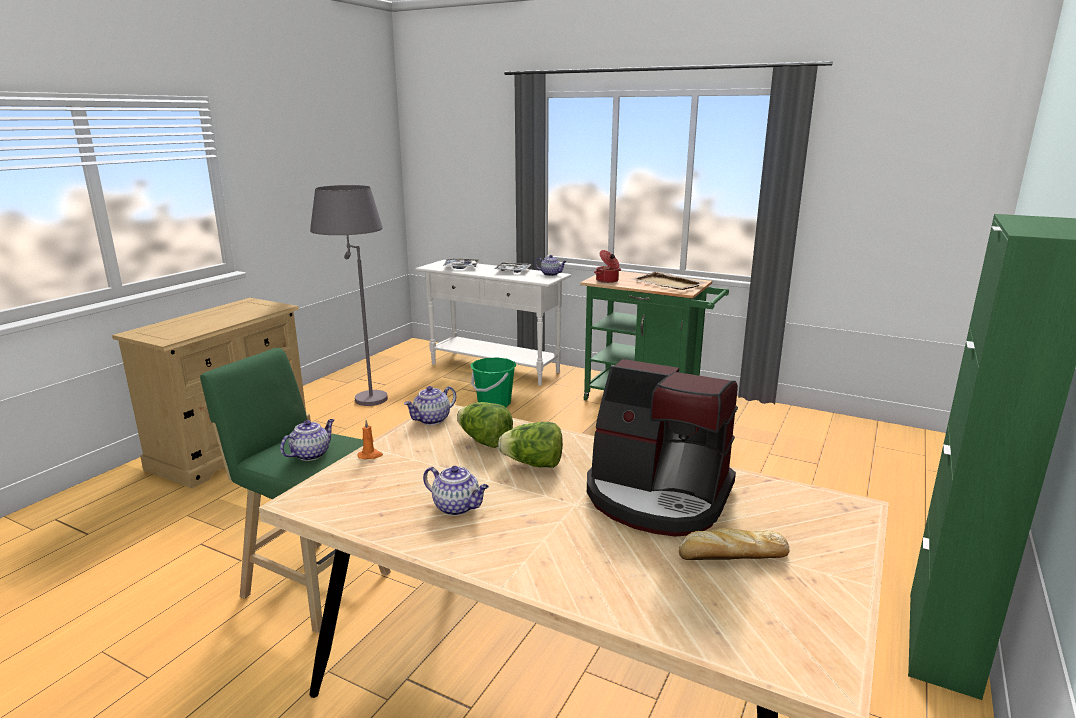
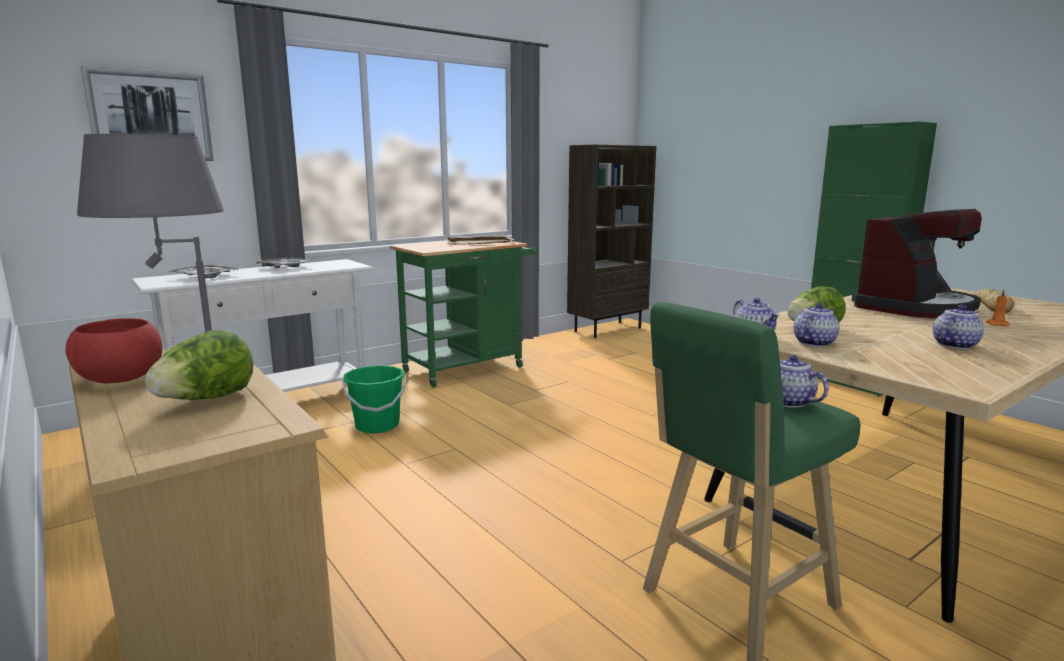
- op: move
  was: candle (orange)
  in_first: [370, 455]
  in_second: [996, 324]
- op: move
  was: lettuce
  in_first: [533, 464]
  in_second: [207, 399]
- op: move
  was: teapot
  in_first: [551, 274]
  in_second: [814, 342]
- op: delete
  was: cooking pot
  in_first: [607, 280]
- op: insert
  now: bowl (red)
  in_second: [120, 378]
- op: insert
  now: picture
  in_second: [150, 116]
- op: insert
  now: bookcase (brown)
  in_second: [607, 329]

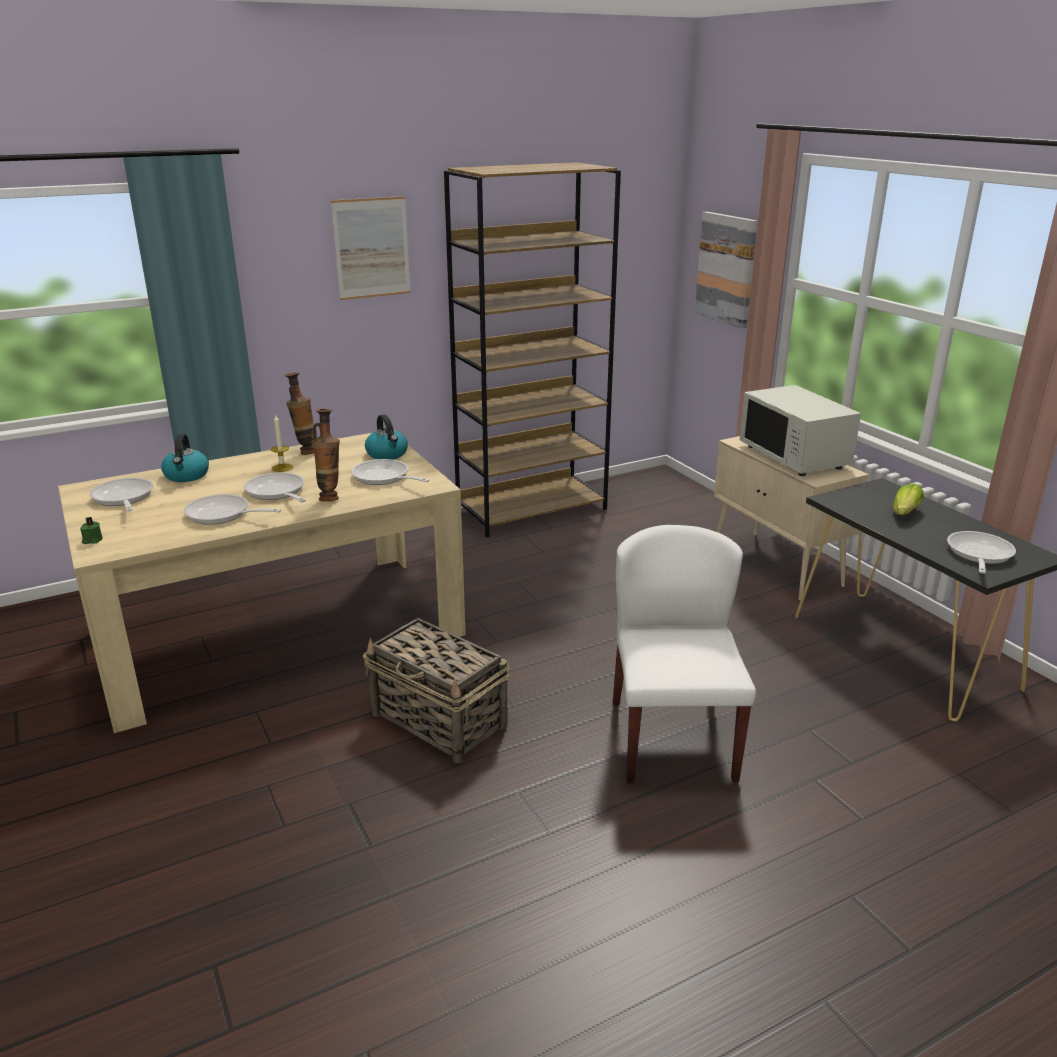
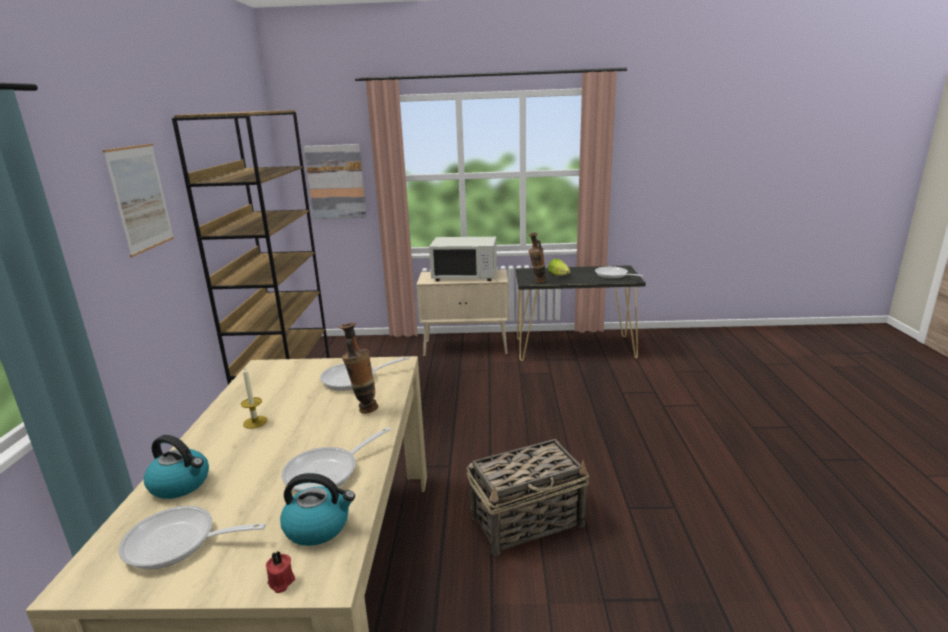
- op: recolor
  was: candle (green)
  now: candle (red)
  in_first: [92, 540]
  in_second: [280, 582]
- op: delete
  was: frying pan
  in_first: [277, 492]
- op: move
  was: vase
  in_first: [305, 452]
  in_second: [537, 282]
- op: move
  was: kettle
  in_first: [387, 454]
  in_second: [318, 527]
- op: delete
  was: chair (white)
  in_first: [672, 738]

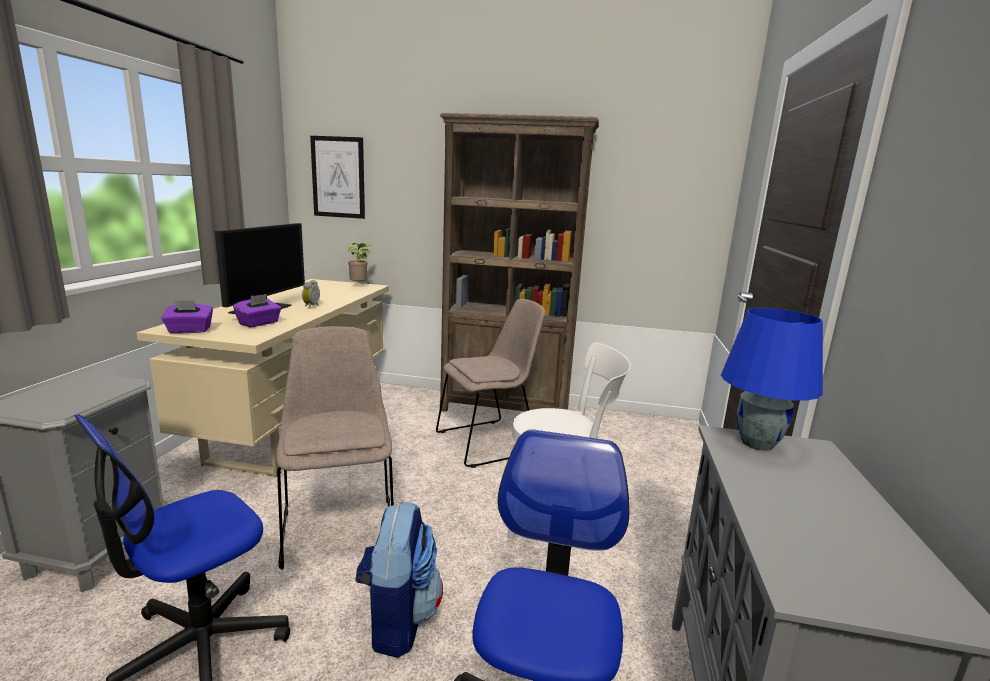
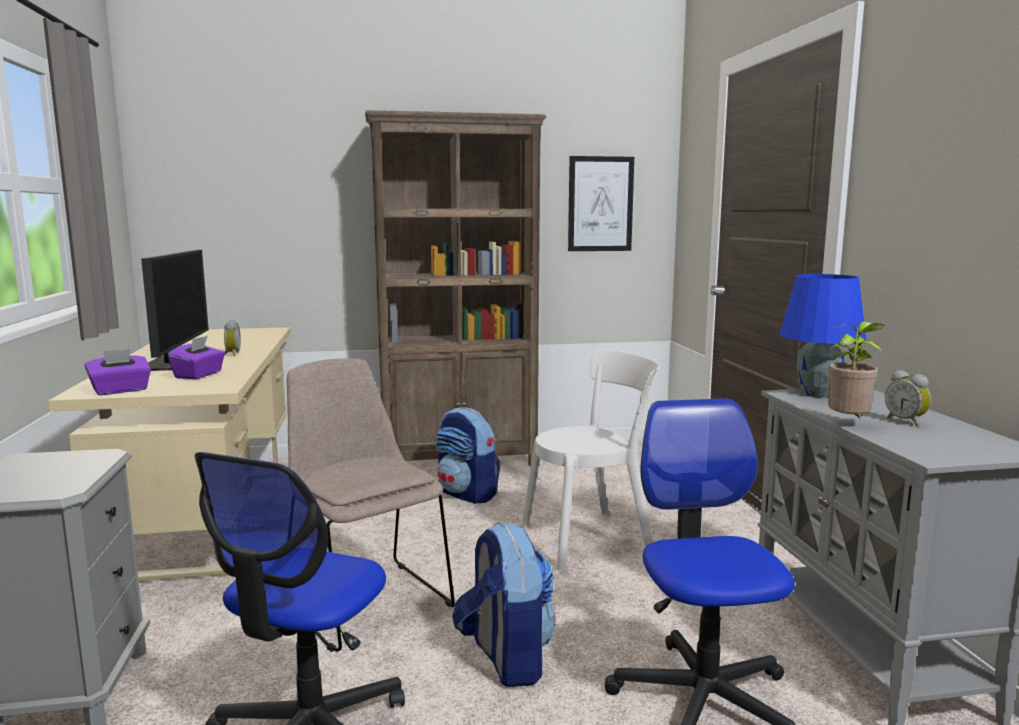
- op: move
  was: picture
  in_first: [338, 177]
  in_second: [600, 204]
- op: move
  was: potted plant
  in_first: [359, 286]
  in_second: [849, 424]
- op: replace
  was: chair (beige)
  now: backpack
  in_first: [488, 442]
  in_second: [467, 494]
- op: insert
  now: alarm clock
  in_second: [906, 422]

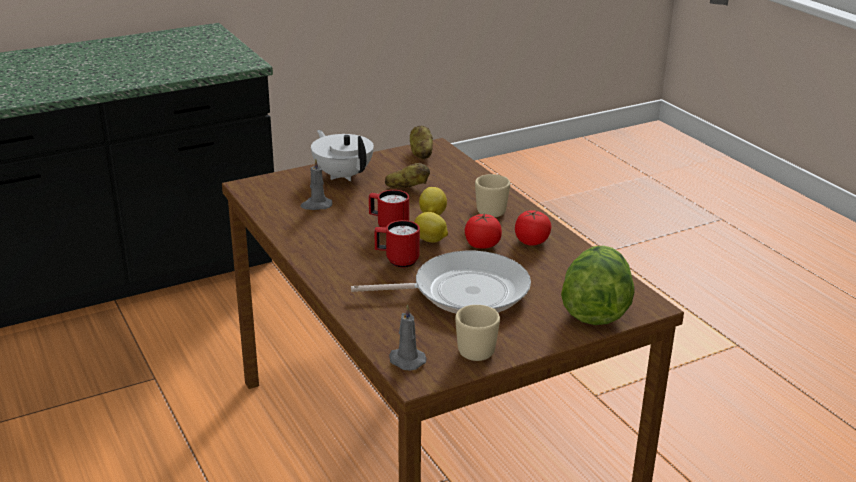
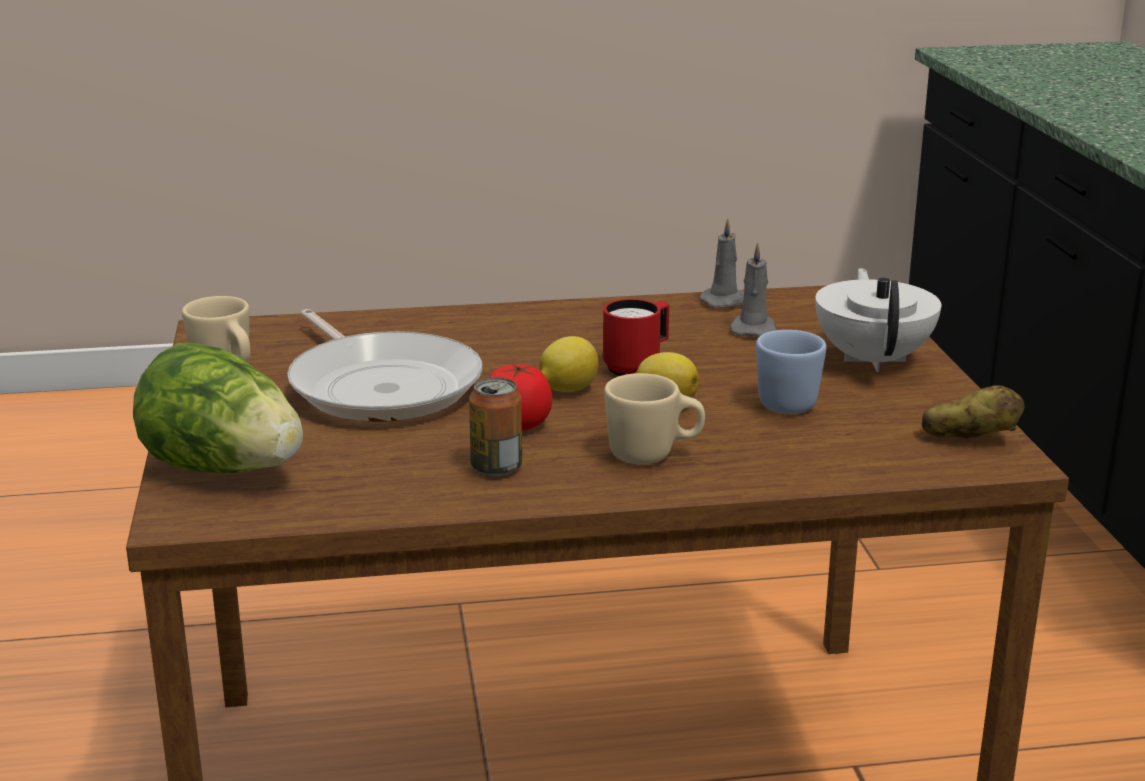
- op: rotate
  was: teapot (white)
  in_first: [343, 175]
  in_second: [873, 359]
  clockwise: -75
- op: rotate
  was: frying pan
  in_first: [463, 292]
  in_second: [381, 386]
  clockwise: -45
- op: delete
  was: mug (red)
  in_first: [397, 261]
- op: replace
  was: potato
  now: mug (blue)
  in_first: [407, 187]
  in_second: [793, 402]
- op: move
  was: candle (grey)
  in_first: [406, 360]
  in_second: [726, 301]
- op: replace
  was: tomato
  now: can
  in_first: [531, 241]
  in_second: [496, 468]

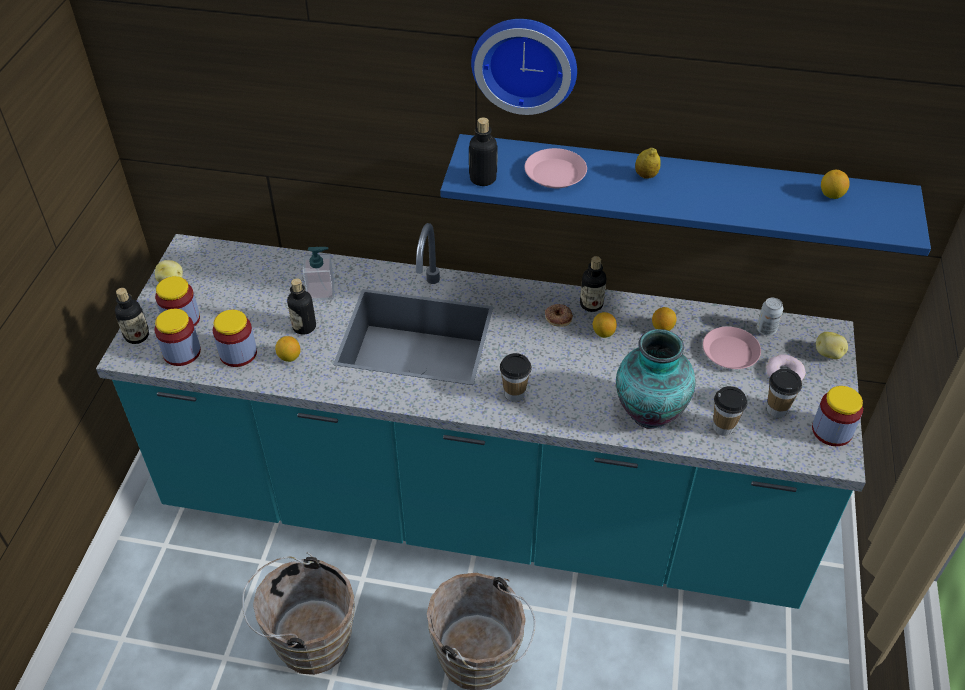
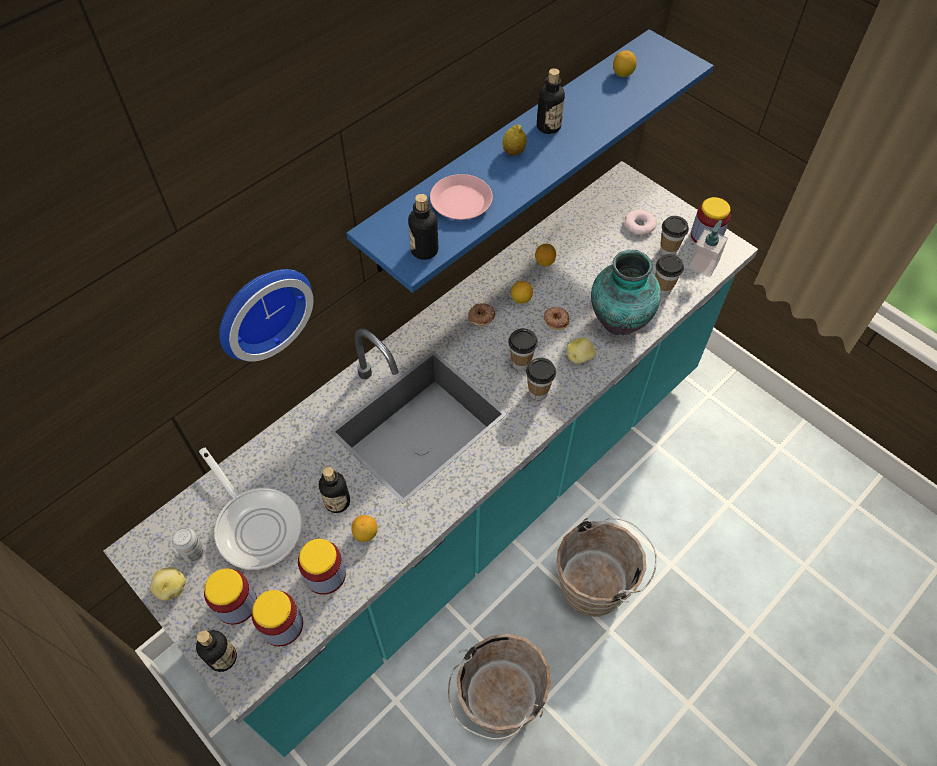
- op: move
  was: soap dispenser
  in_first: [321, 291]
  in_second: [703, 265]
- op: move
  was: wall clock
  in_first: [525, 62]
  in_second: [260, 309]
- op: move
  was: bottle
  in_first: [591, 304]
  in_second: [548, 126]
- op: delete
  was: plate (pink)
  in_first: [730, 352]
- op: move
  was: can
  in_first: [766, 329]
  in_second: [194, 552]
- op: move
  was: potato
  in_first: [828, 354]
  in_second: [580, 357]
- op: insert
  now: frying pan
  in_second: [256, 525]
- op: insert
  now: cup
  in_second: [521, 363]
- op: insert
  now: donut
  in_second: [556, 319]

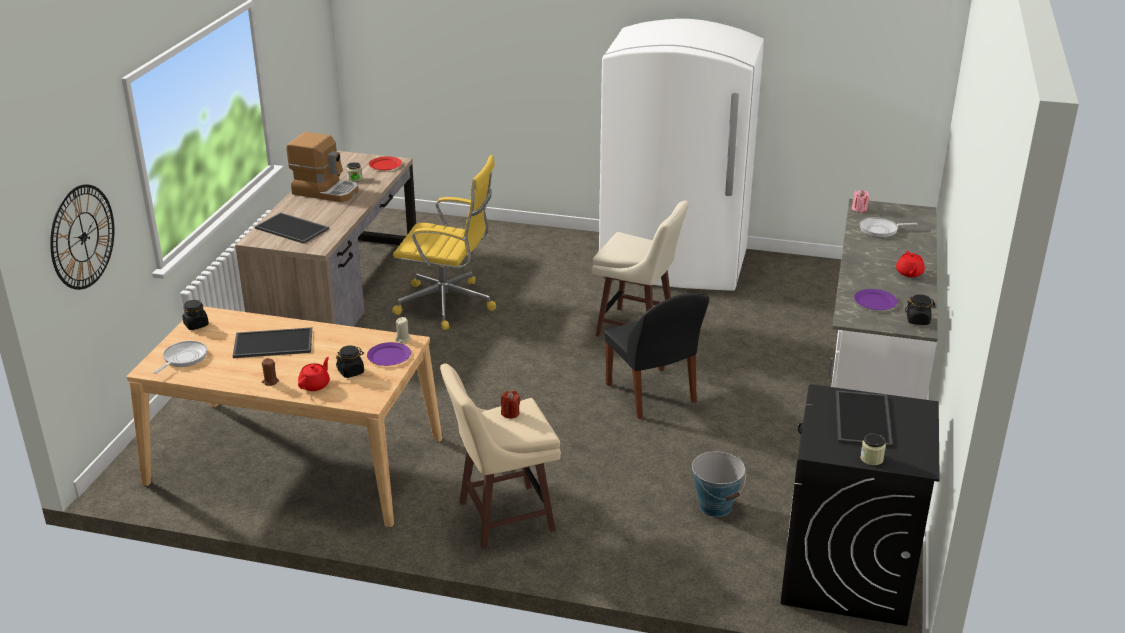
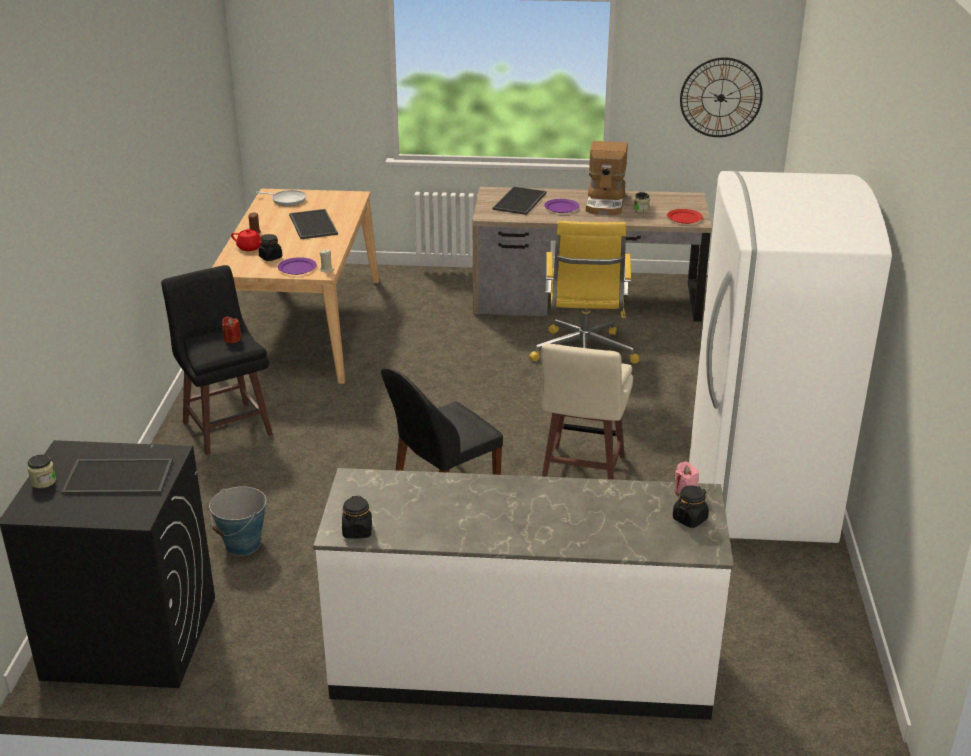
- op: move
  was: wall clock
  in_first: [83, 237]
  in_second: [721, 97]
- op: move
  was: jar (black)
  in_first: [196, 325]
  in_second: [690, 519]
- op: recolor
  was: stool (beige)
  now: stool (black)
  in_first: [503, 516]
  in_second: [227, 427]
- op: move
  was: plate (purple)
  in_first: [875, 301]
  in_second: [561, 207]
- op: delete
  was: frying pan
  in_first: [881, 230]
- op: delete
  was: teapot (red)
  in_first: [909, 273]

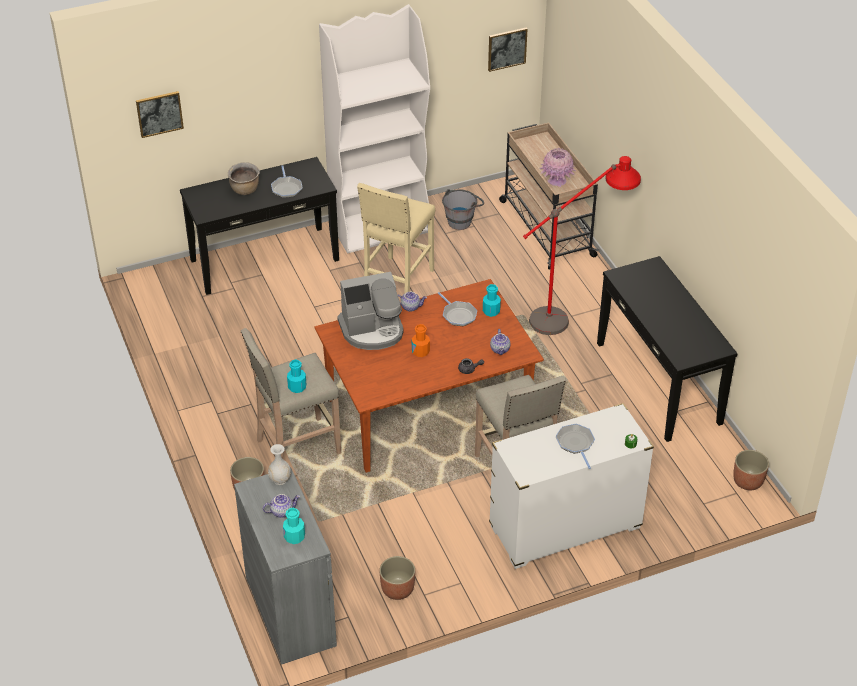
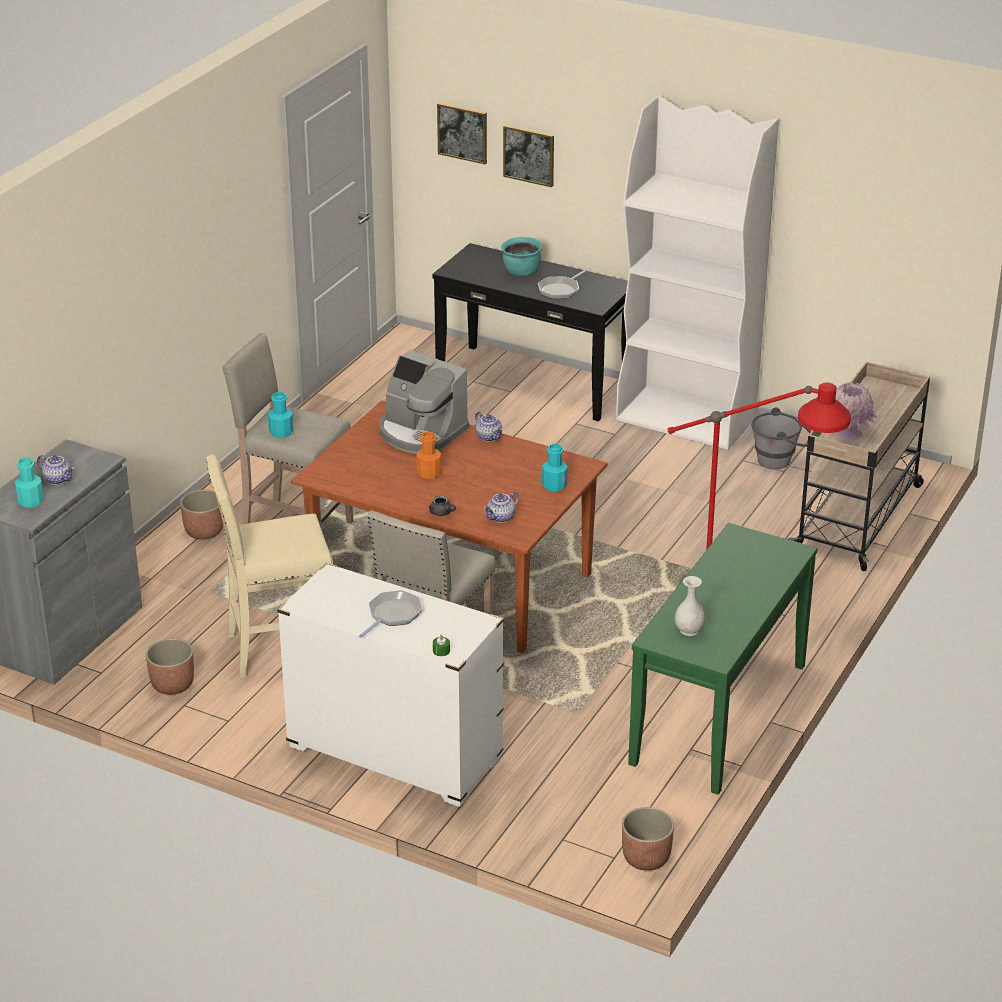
- op: recolor
  was: cooking pot (brown)
  now: cooking pot (turquoise)
  in_first: [245, 190]
  in_second: [521, 272]
- op: move
  was: vase (white)
  in_first: [280, 479]
  in_second: [689, 630]
- op: move
  was: stool (beige)
  in_first: [397, 282]
  in_second: [278, 648]
- op: delete
  was: frying pan
  in_first: [458, 315]
- op: move
  was: picture
  in_first: [507, 48]
  in_second: [529, 155]
- op: recolor
  was: console table (black)
  now: console table (green)
  in_first: [659, 382]
  in_second: [720, 714]

